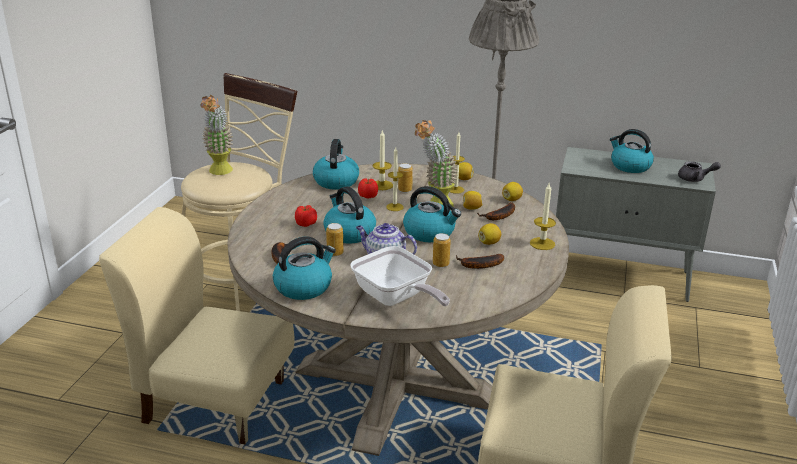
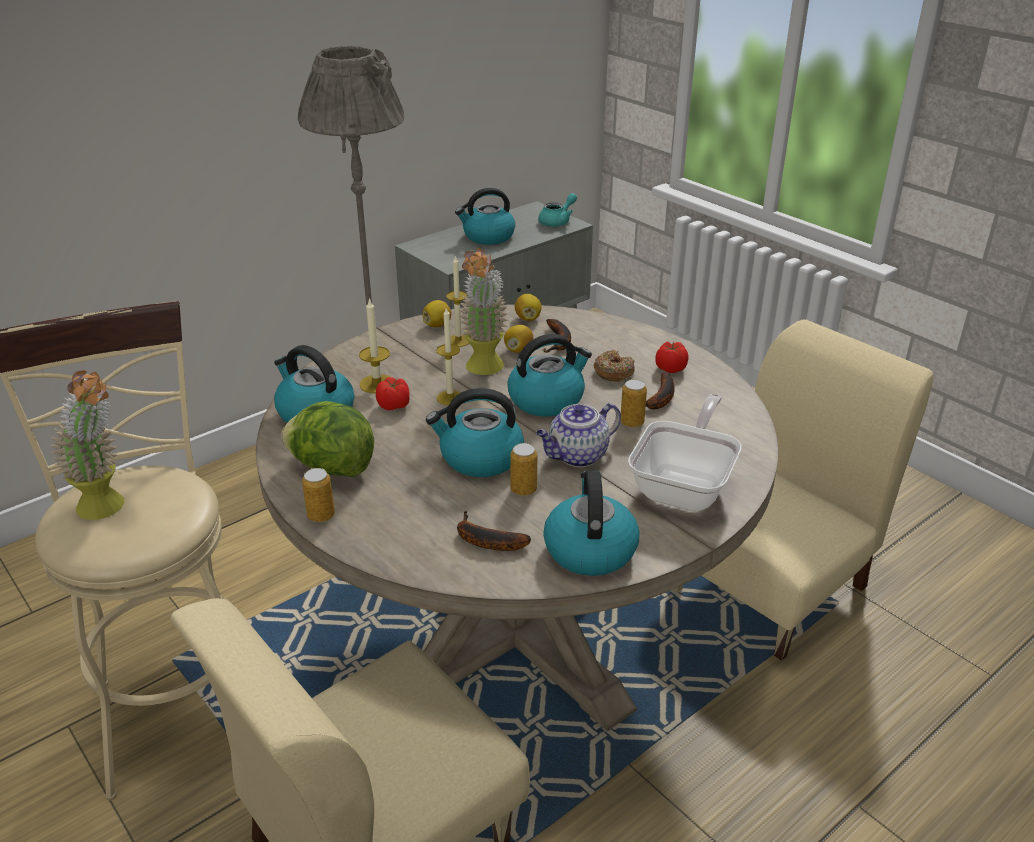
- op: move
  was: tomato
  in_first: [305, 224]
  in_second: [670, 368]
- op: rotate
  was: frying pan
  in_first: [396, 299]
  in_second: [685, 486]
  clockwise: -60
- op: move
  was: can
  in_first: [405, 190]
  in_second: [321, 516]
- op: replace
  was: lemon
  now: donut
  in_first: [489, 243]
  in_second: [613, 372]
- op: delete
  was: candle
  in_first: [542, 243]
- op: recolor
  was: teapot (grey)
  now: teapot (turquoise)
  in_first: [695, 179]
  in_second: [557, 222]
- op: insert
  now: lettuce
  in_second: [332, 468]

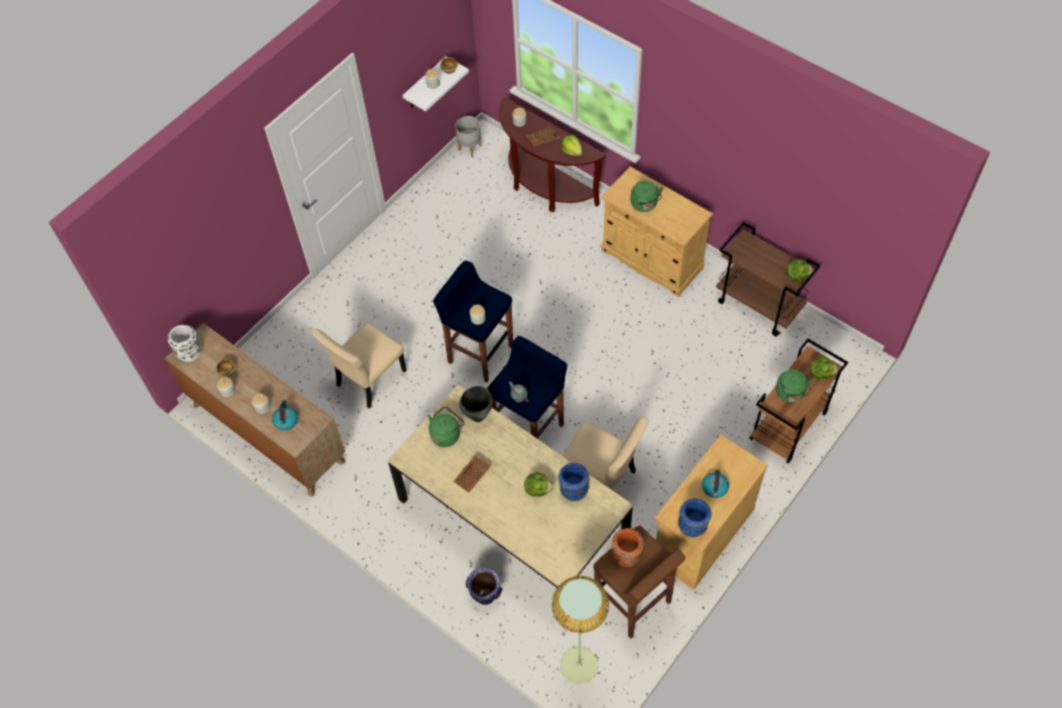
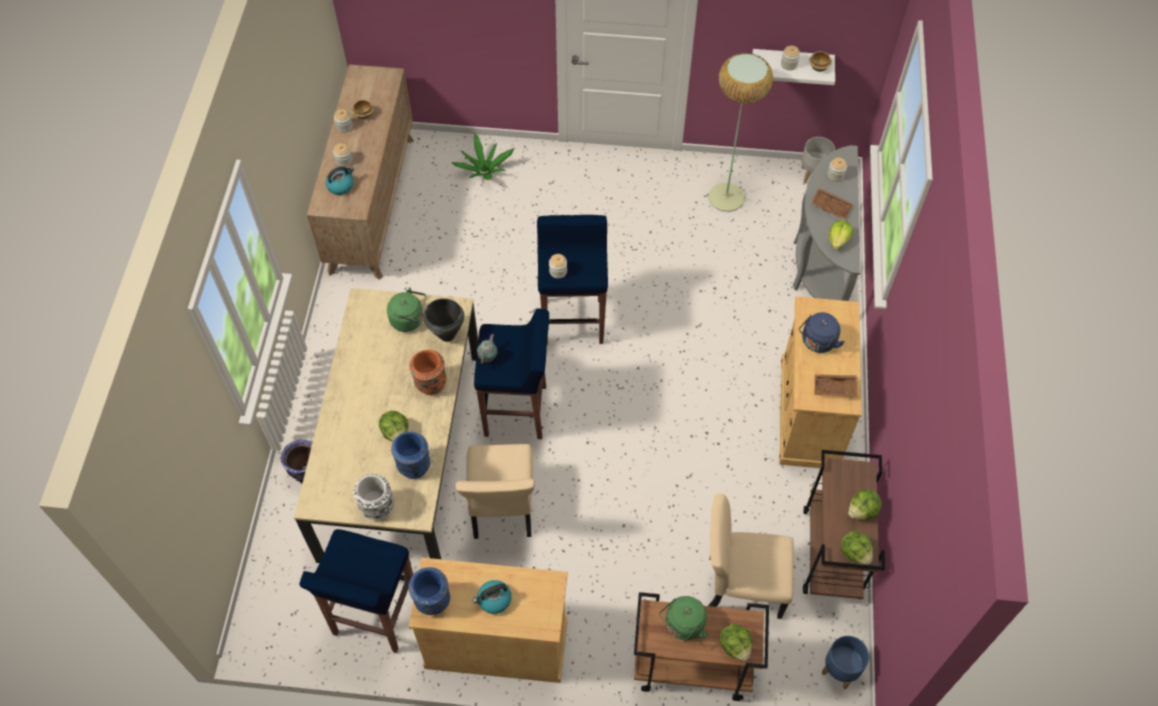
- op: move
  was: vase (white)
  in_first: [190, 352]
  in_second: [377, 507]
- op: move
  was: chair (beige)
  in_first: [369, 380]
  in_second: [740, 585]
- op: move
  was: tray (brown)
  in_first: [473, 476]
  in_second: [834, 389]
- op: recolor
  was: console table (brown)
  now: console table (grey)
  in_first: [545, 187]
  in_second: [819, 266]
- op: move
  was: floor lamp
  in_first: [579, 665]
  in_second: [726, 197]
- op: recolor
  was: stool (brown)
  now: stool (blue)
  in_first: [633, 603]
  in_second: [375, 616]
- op: move
  was: vase (orange)
  in_first: [626, 555]
  in_second: [430, 384]
- op: recolor
  was: kettle (green)
  now: kettle (blue)
  in_first: [644, 205]
  in_second: [817, 342]
- op: insert
  now: potted plant
  in_second: [484, 170]
- op: insert
  now: planter (blue)
  in_second: [840, 671]
- op: insert
  now: lettuce
  in_second: [862, 511]

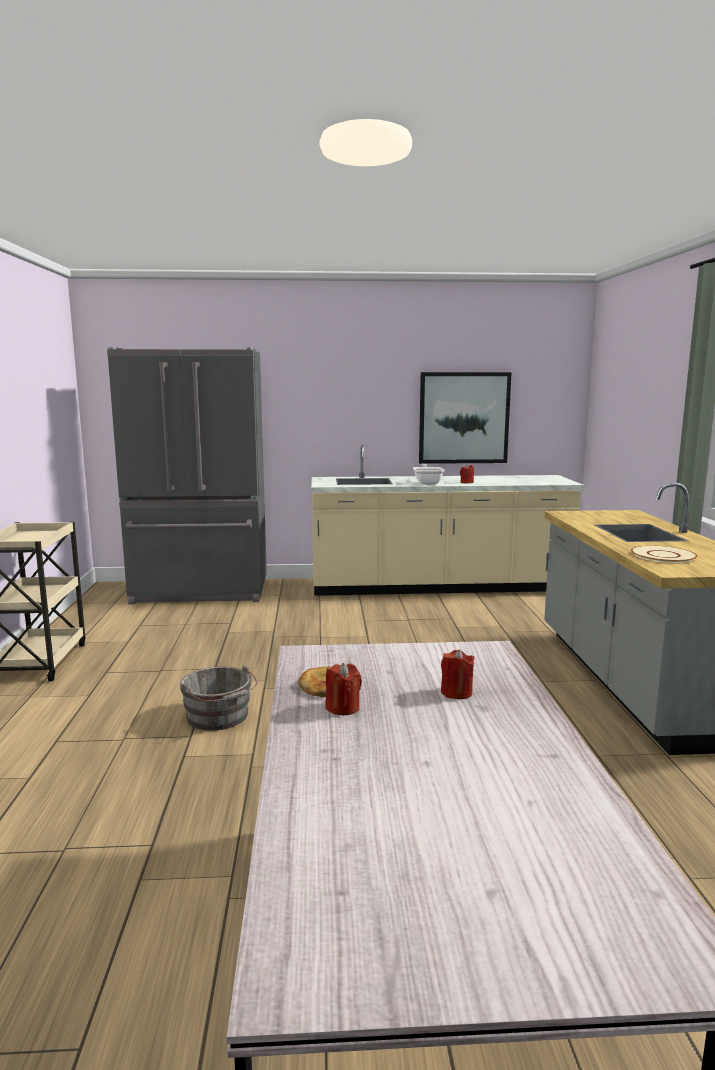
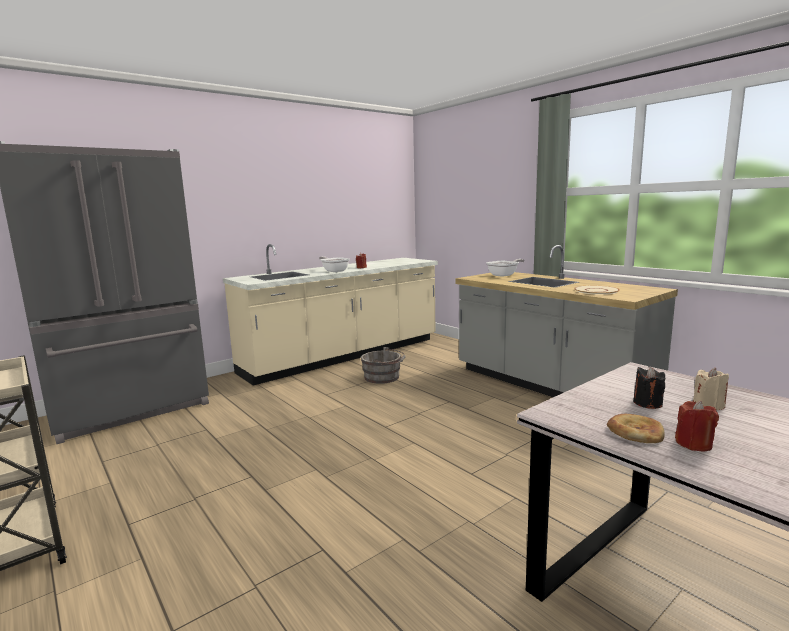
- op: move
  was: bucket (grey)
  in_first: [219, 717]
  in_second: [384, 377]
- op: delete
  was: picture
  in_first: [464, 418]
- op: recolor
  was: candle (red)
  now: candle (beige)
  in_first: [456, 692]
  in_second: [709, 405]
- op: insert
  now: frying pan
  in_second: [504, 275]
- op: insert
  now: candle (black)
  in_second: [647, 403]

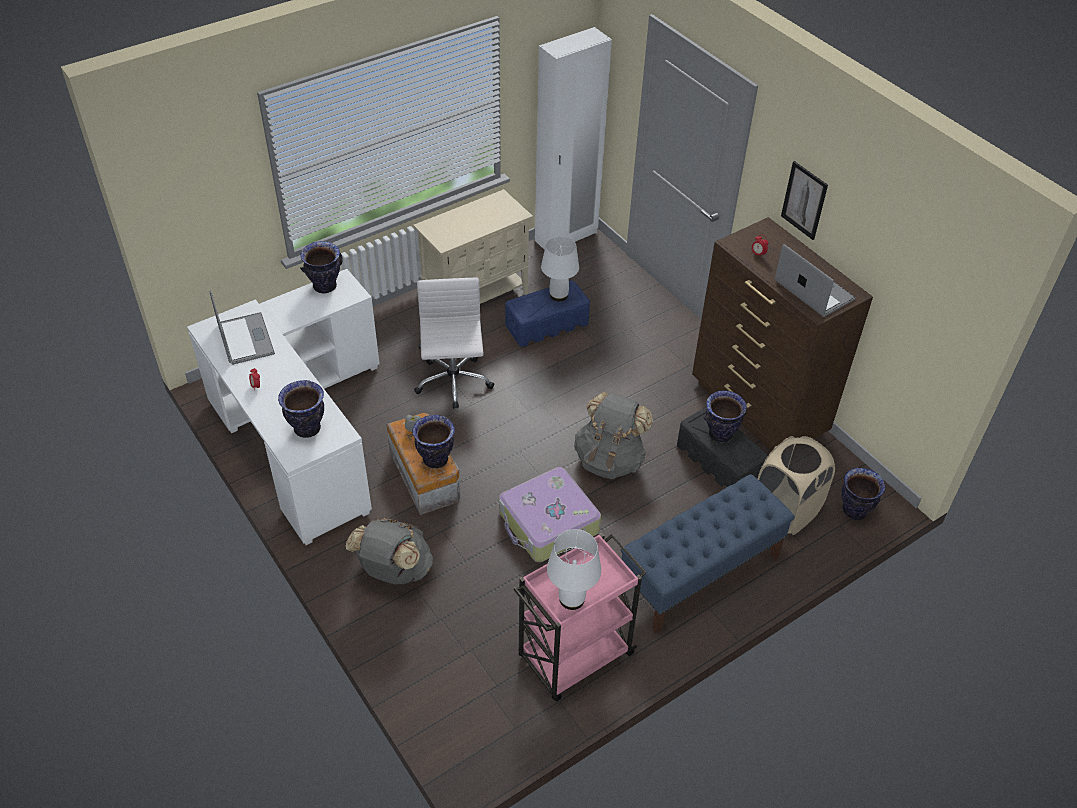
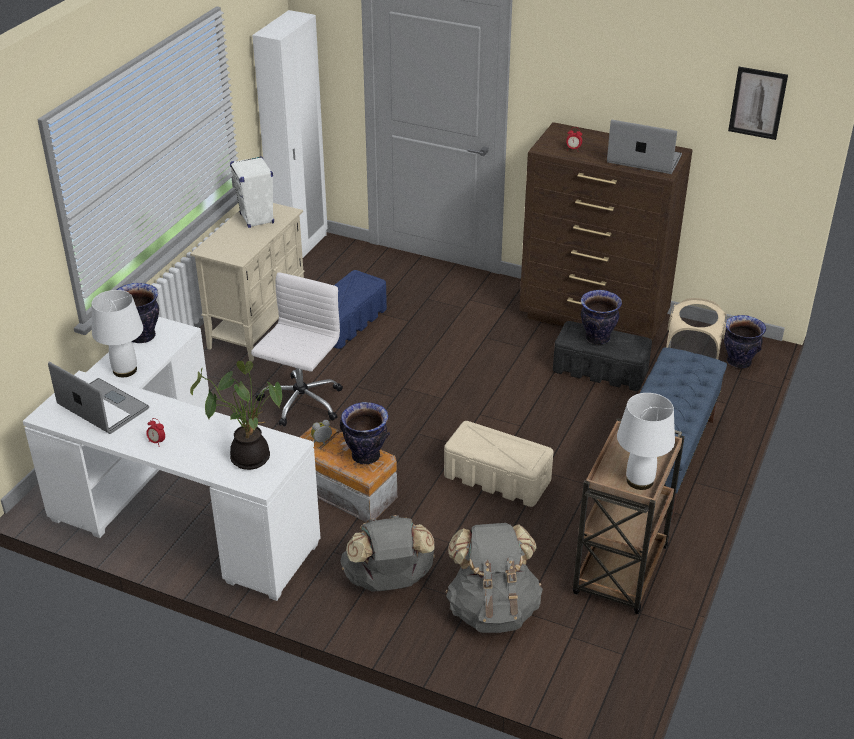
- op: replace
  was: vase
  now: potted plant
  in_first: [306, 429]
  in_second: [249, 456]
- op: rotate
  was: office chair (white)
  in_first: [453, 383]
  in_second: [300, 403]
  clockwise: 60
- op: replace
  was: suitcase
  now: storage box (beige)
  in_first: [548, 523]
  in_second: [498, 478]
- op: recolor
  was: cart (pink)
  now: cart (brown)
  in_first: [574, 657]
  in_second: [620, 572]
- op: move
  was: table lamp (white)
  in_first: [558, 295]
  in_second: [125, 370]
- op: move
  was: backpack (grey)
  in_first: [610, 459]
  in_second: [492, 609]
- op: move
  was: picture
  in_first: [804, 200]
  in_second: [757, 103]
- op: insert
  now: speaker (white)
  in_second: [257, 219]

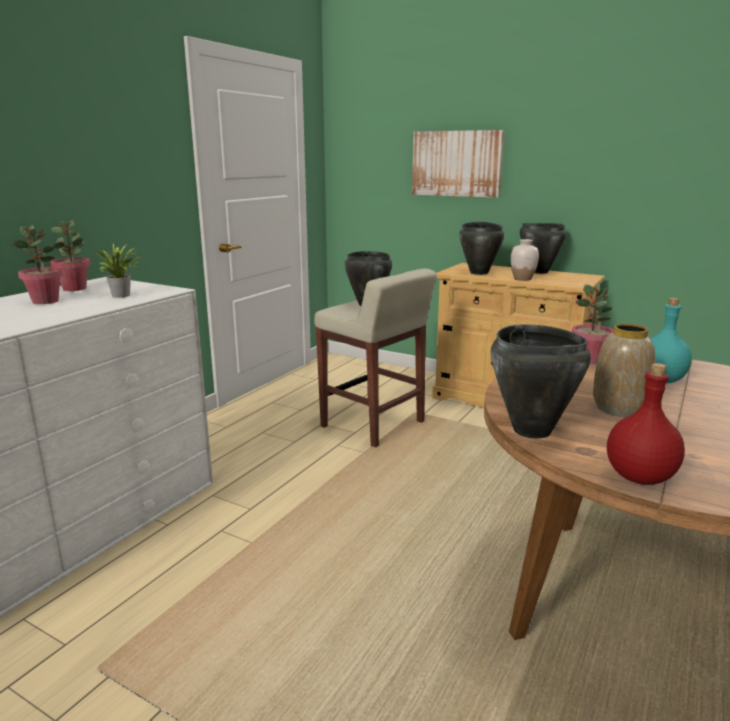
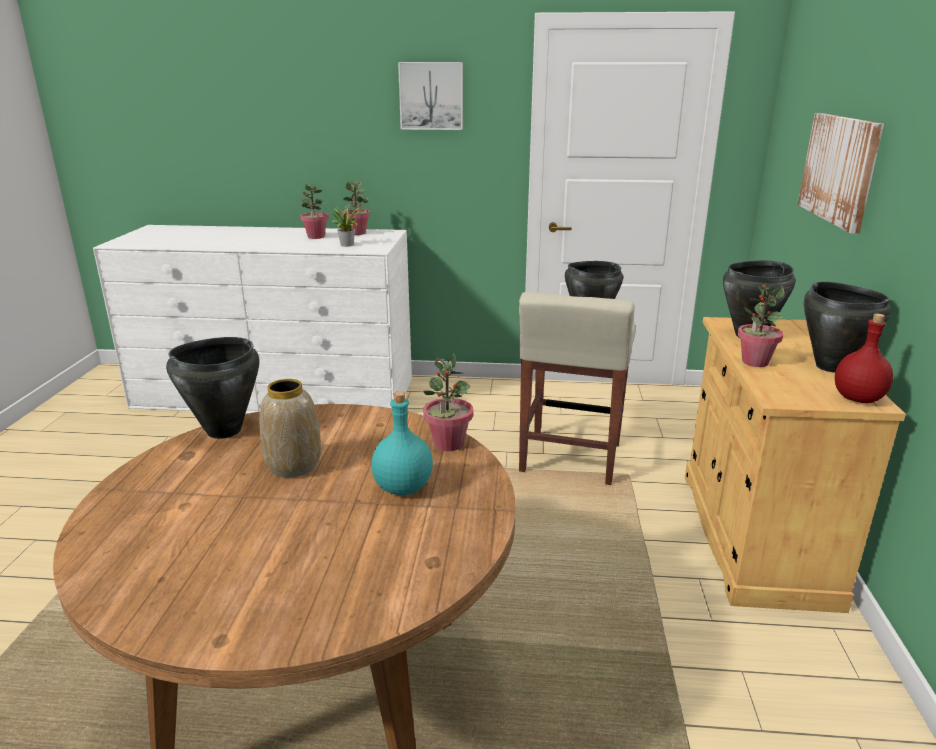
- op: replace
  was: vase (white)
  now: potted plant
  in_first: [522, 279]
  in_second: [754, 362]
- op: move
  was: bottle (red)
  in_first: [641, 477]
  in_second: [859, 399]
- op: insert
  now: picture
  in_second: [431, 96]

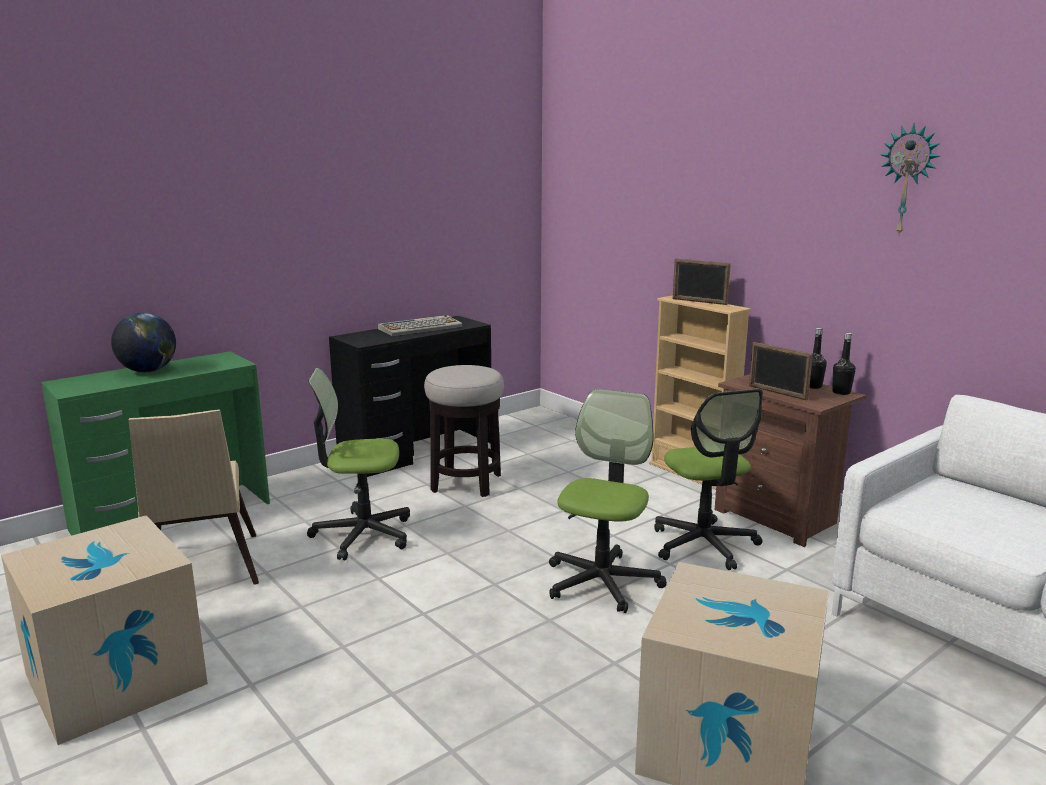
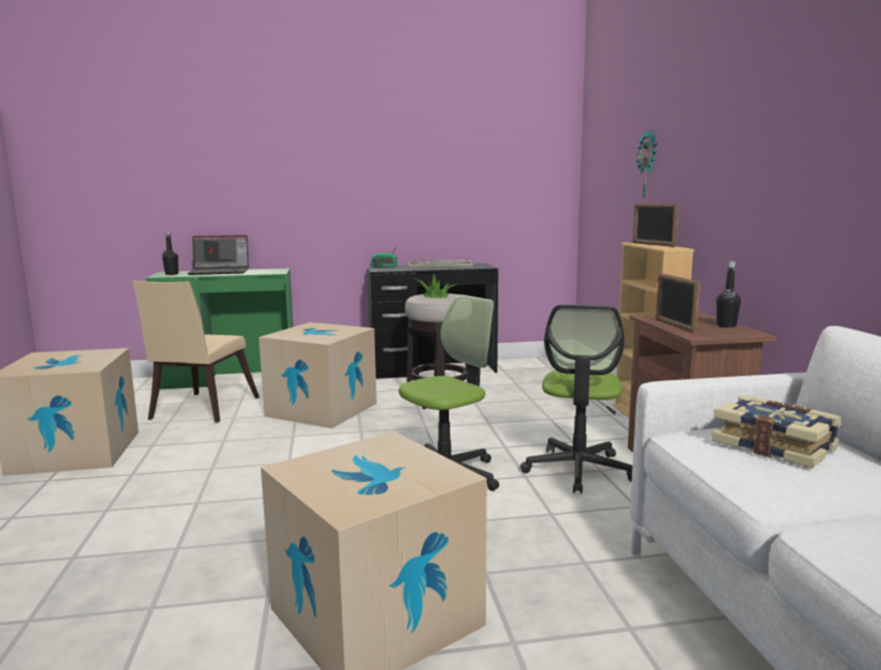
- op: replace
  was: globe
  now: laptop
  in_first: [148, 371]
  in_second: [220, 272]
- op: replace
  was: office chair
  now: cardboard box
  in_first: [362, 534]
  in_second: [322, 409]
- op: move
  was: bottle (black)
  in_first: [841, 392]
  in_second: [171, 274]
- op: move
  was: wall clock
  in_first: [908, 180]
  in_second: [648, 171]
- op: insert
  now: radio
  in_second: [385, 267]
- op: insert
  now: potted plant
  in_second: [435, 296]
- op: insert
  now: book
  in_second: [774, 446]

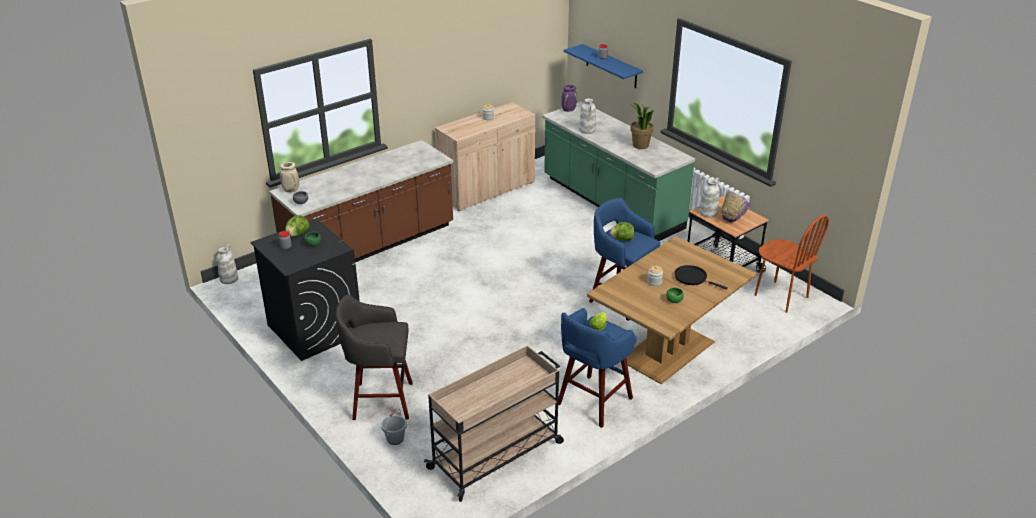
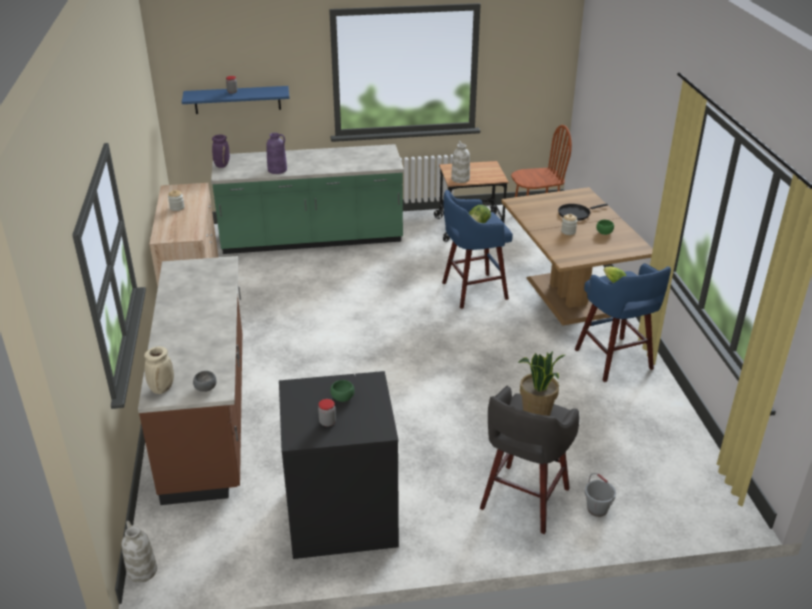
- op: delete
  was: lettuce
  in_first: [297, 234]
- op: delete
  was: cart (beige)
  in_first: [497, 455]
- op: recolor
  was: vase (white)
  now: vase (purple)
  in_first: [587, 130]
  in_second: [277, 170]
- op: move
  was: potted plant
  in_first: [640, 145]
  in_second: [536, 414]
- op: delete
  was: bowl (purple)
  in_first: [732, 218]

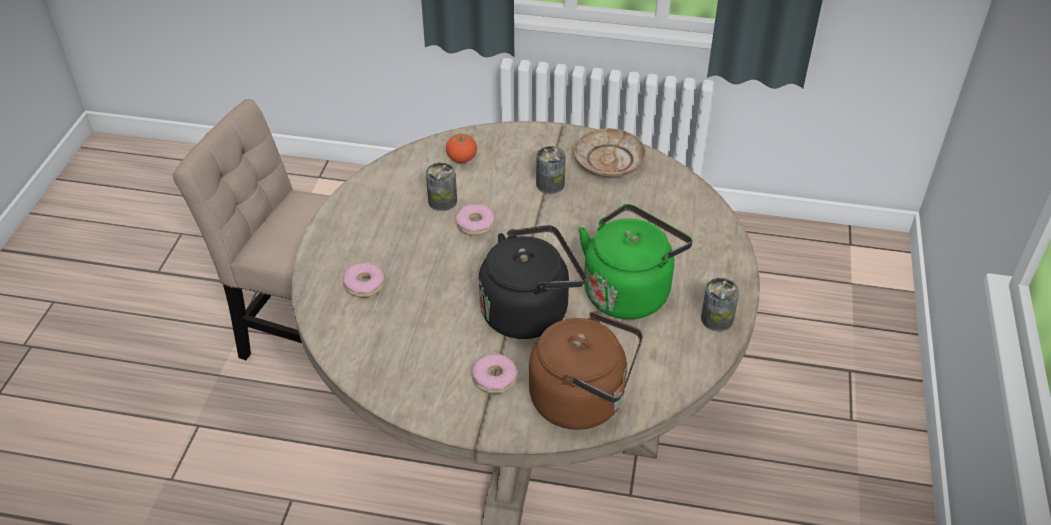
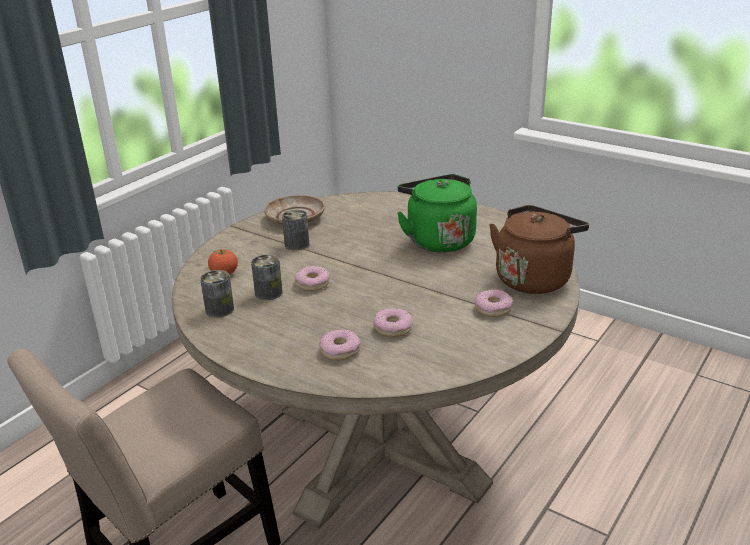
- op: delete
  was: kettle (black)
  in_first: [529, 311]
- op: move
  was: can
  in_first: [717, 319]
  in_second: [219, 309]
- op: insert
  now: donut
  in_second: [393, 328]

